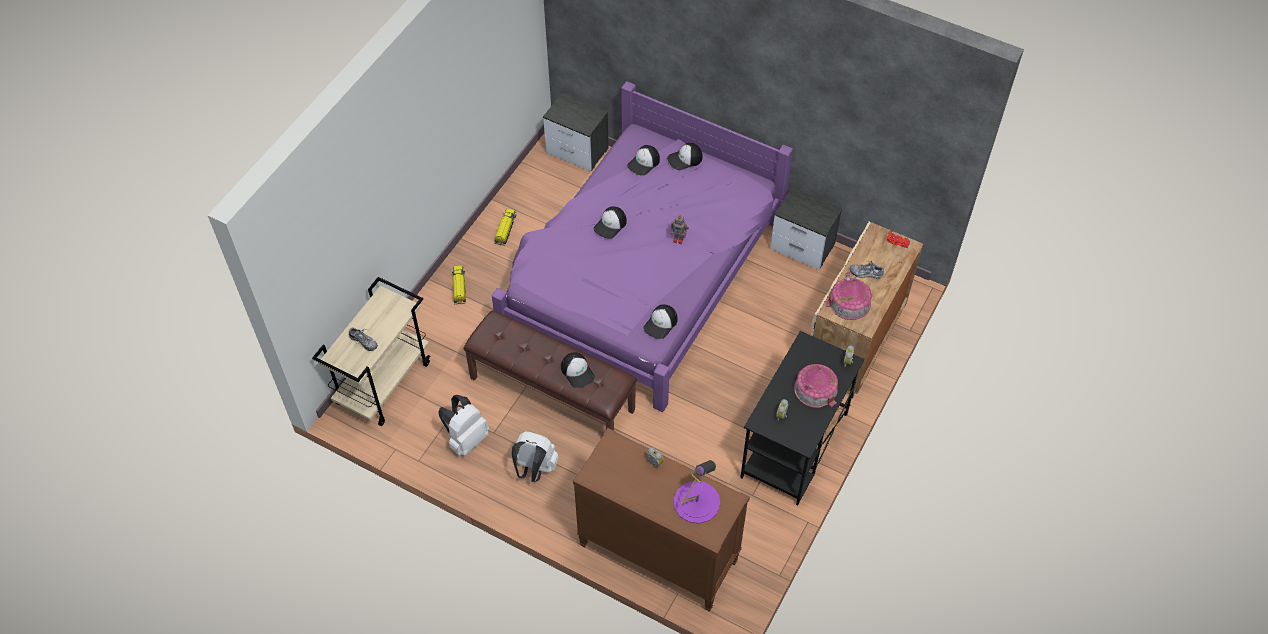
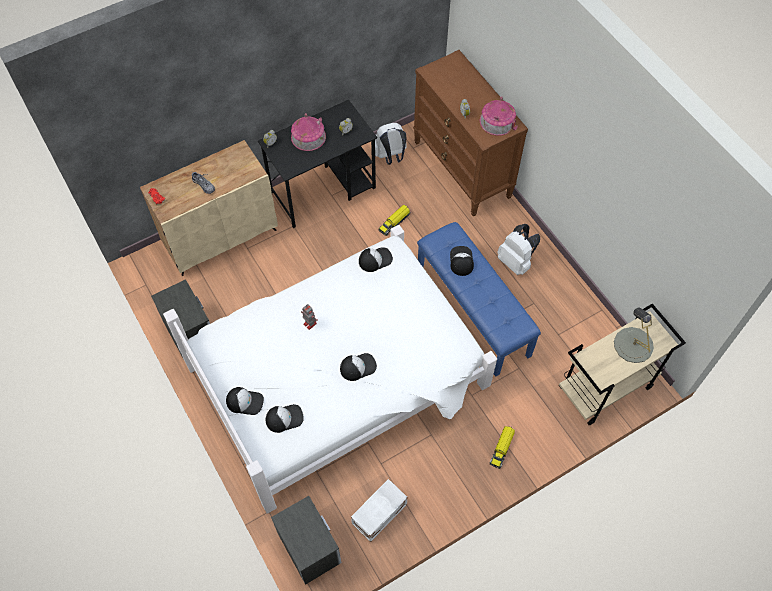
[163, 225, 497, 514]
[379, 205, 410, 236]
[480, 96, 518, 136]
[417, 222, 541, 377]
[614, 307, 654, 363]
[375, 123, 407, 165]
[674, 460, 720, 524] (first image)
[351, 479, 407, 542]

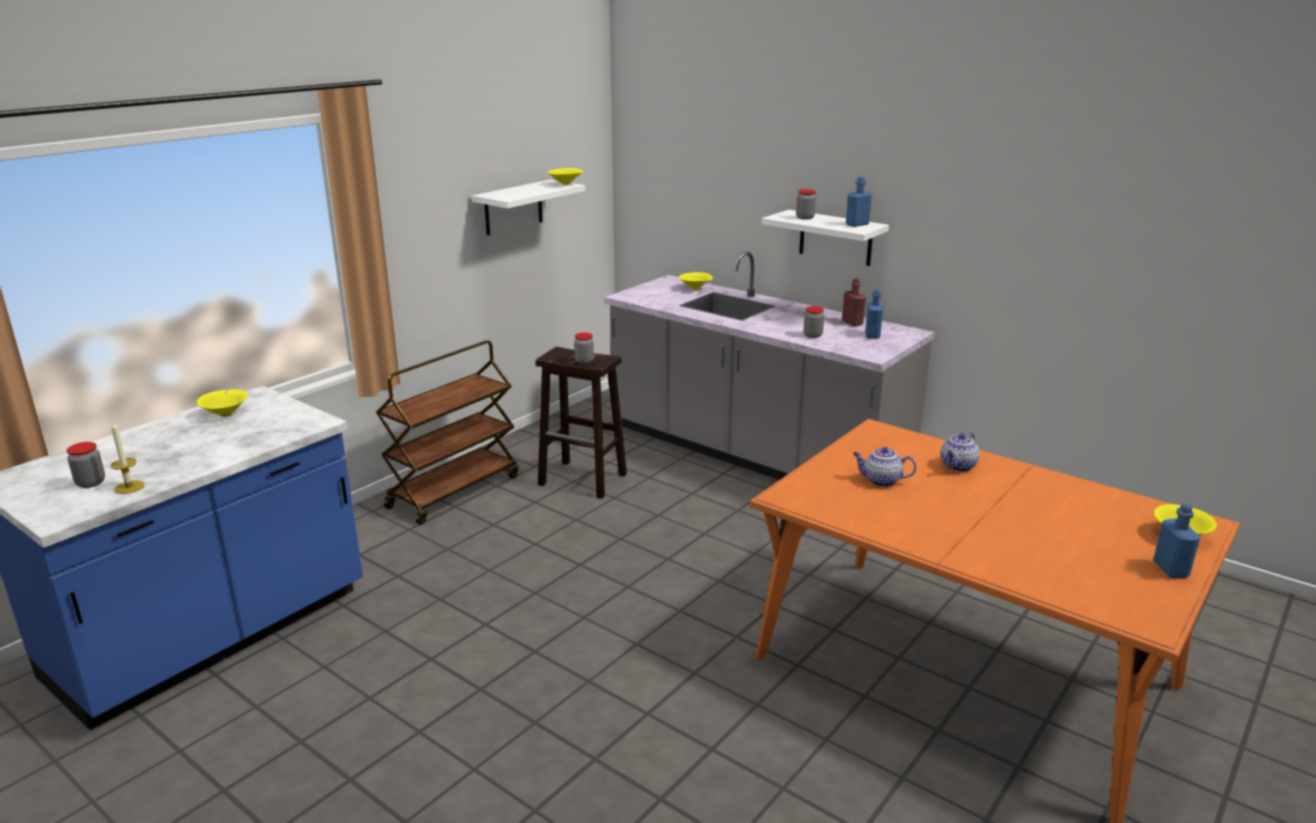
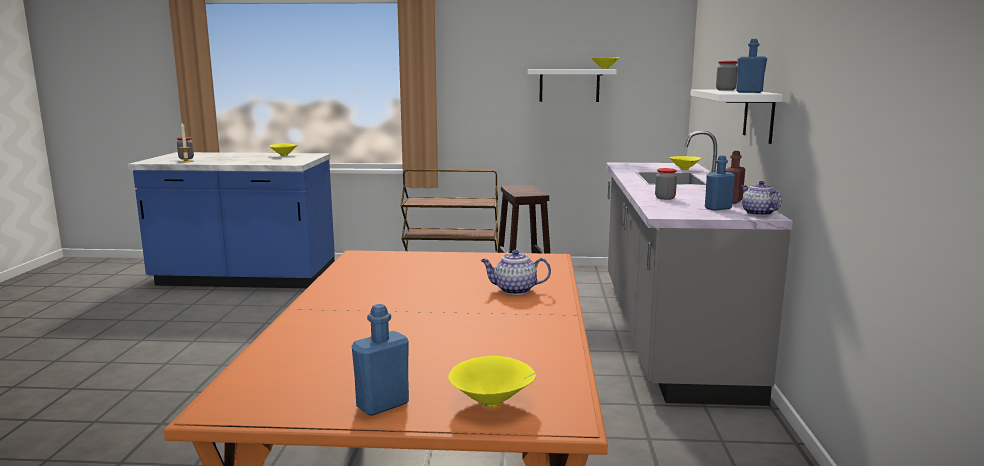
[574, 333, 594, 364] (first image)
[741, 181, 782, 216]

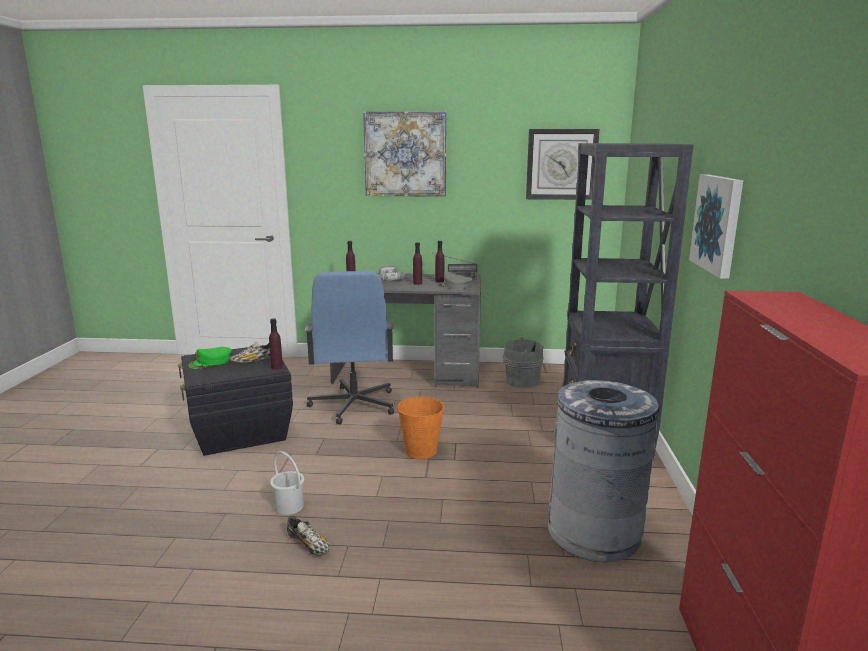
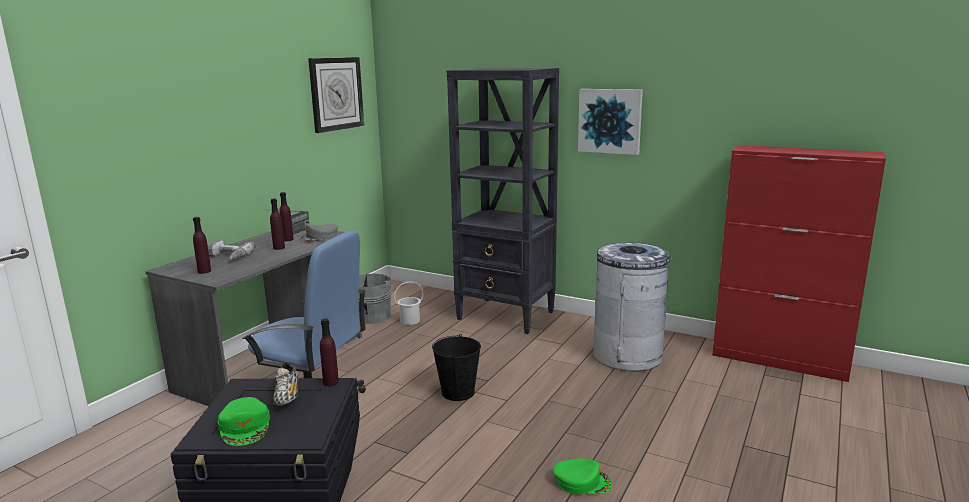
[363, 111, 447, 197] (first image)
[432, 334, 481, 401]
[394, 281, 423, 325]
[553, 458, 612, 494]

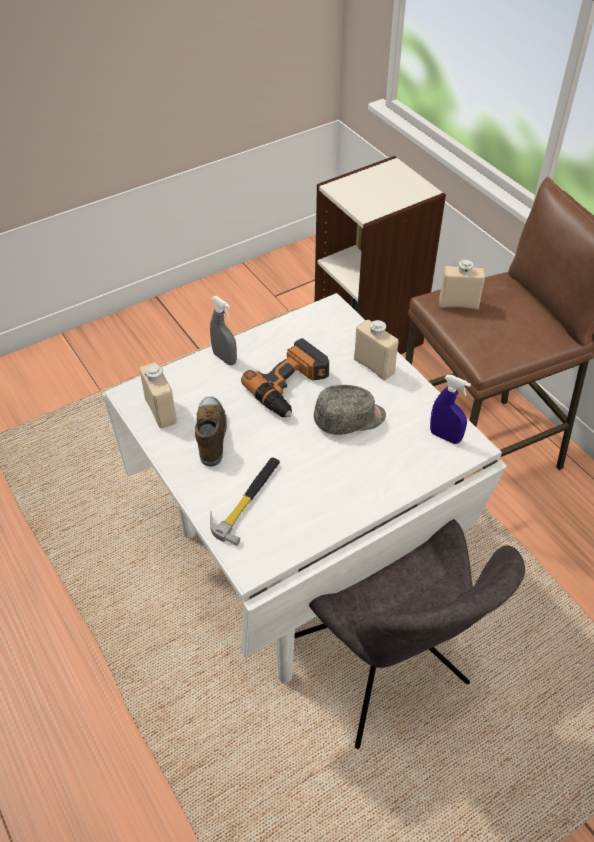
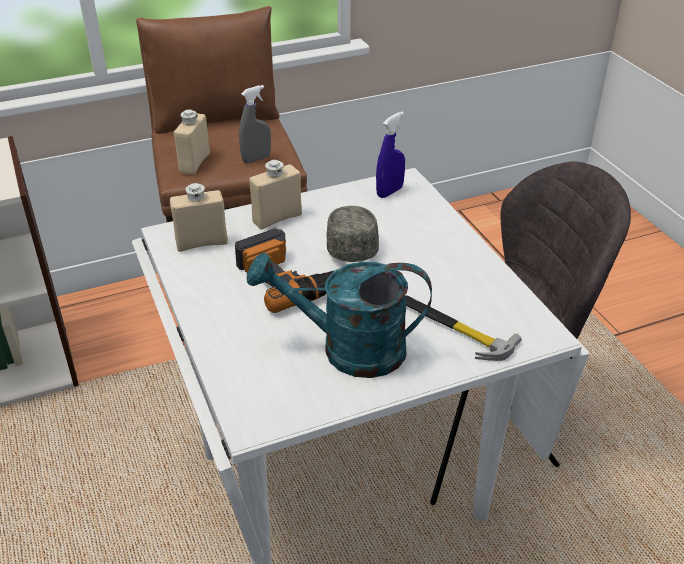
[239, 85, 271, 163]
[170, 183, 228, 252]
[247, 252, 432, 378]

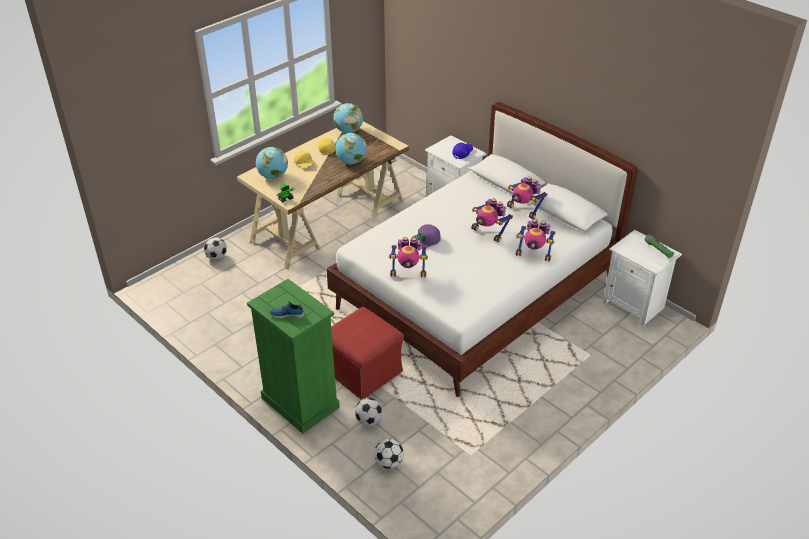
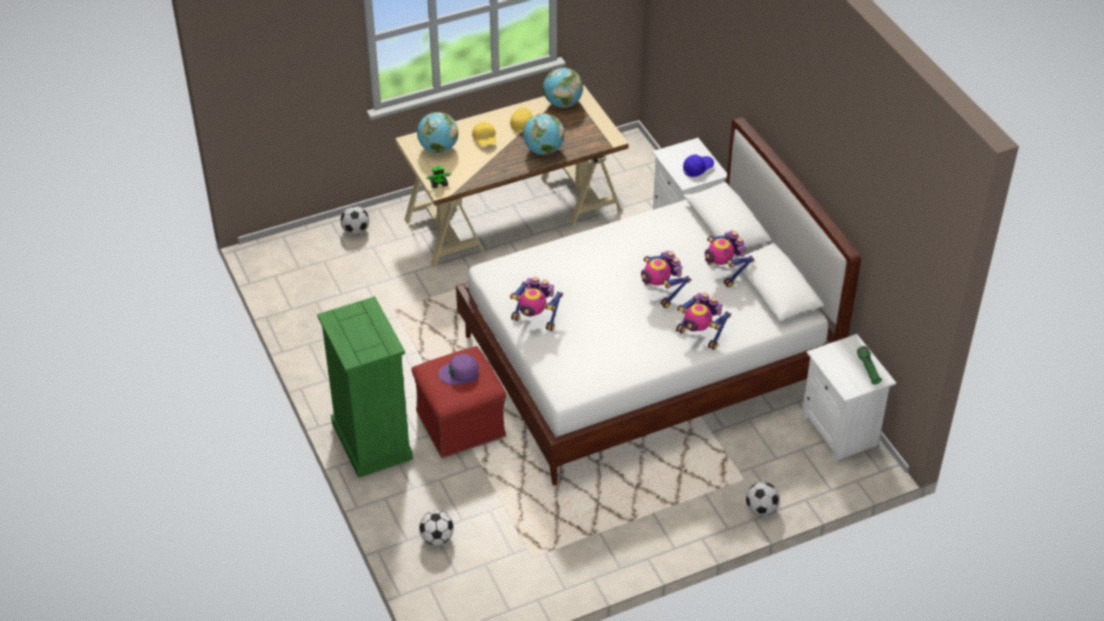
[439, 354, 479, 385]
[270, 301, 305, 318] (first image)
[746, 482, 780, 516]

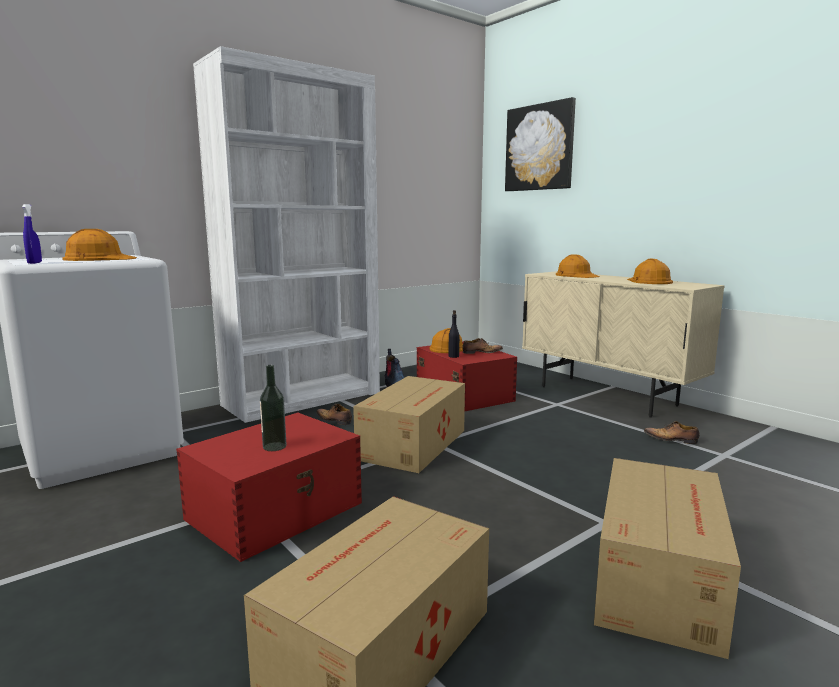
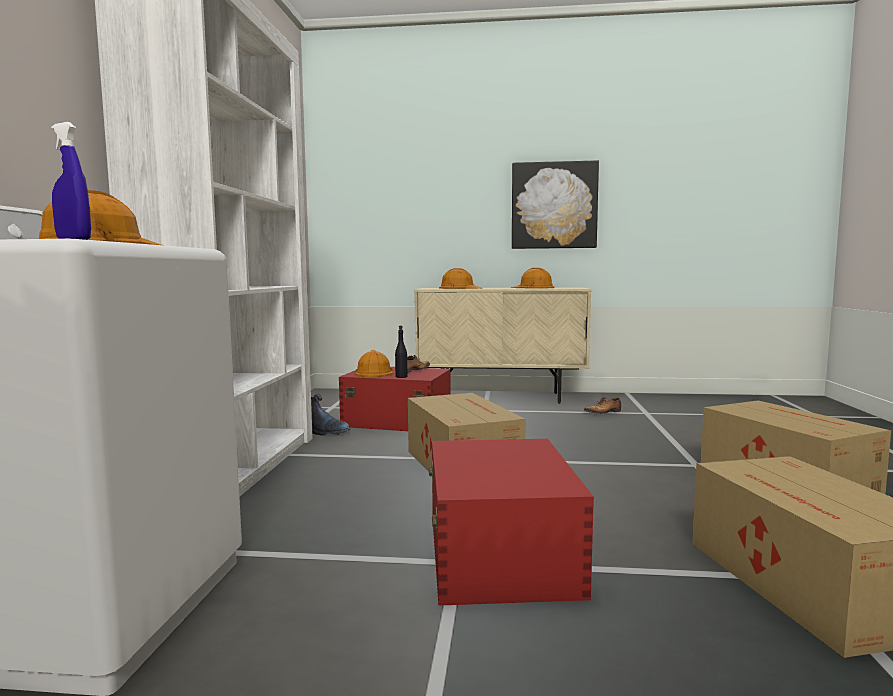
[512, 160, 599, 249]
[260, 365, 287, 451] (first image)
[316, 404, 352, 425] (first image)

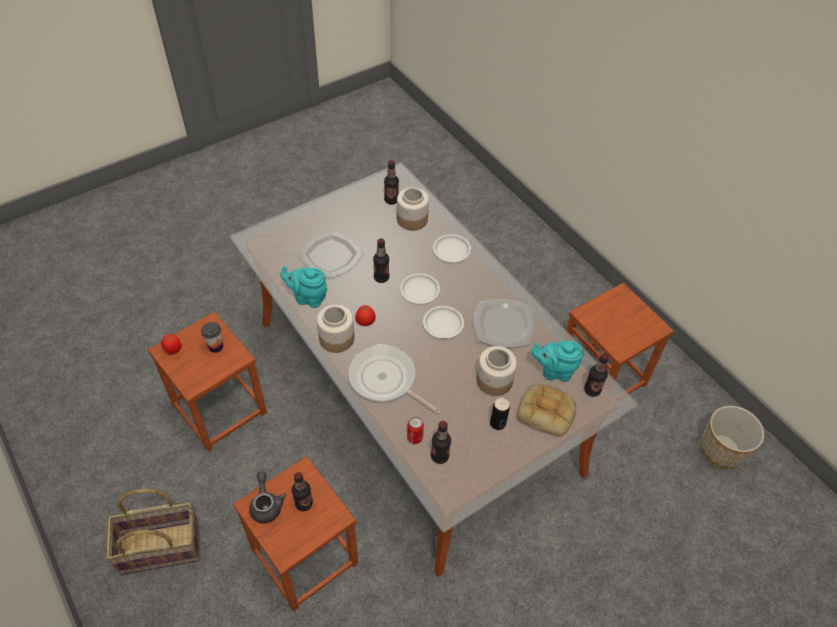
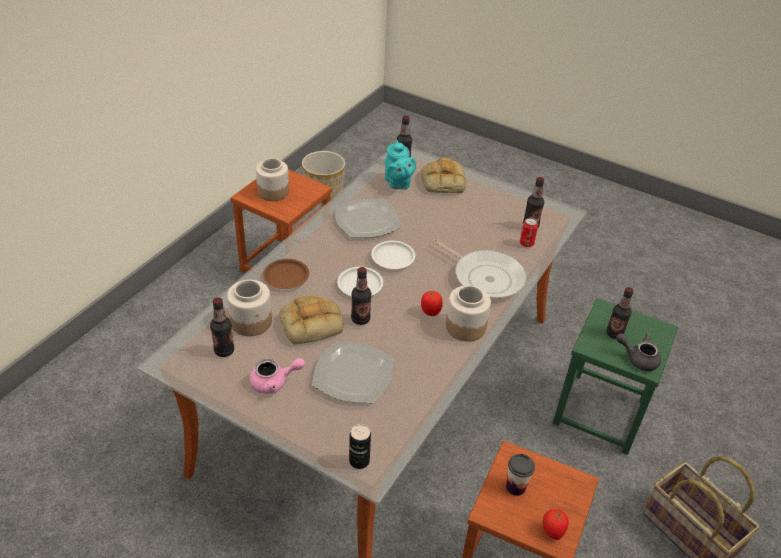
[263, 259, 309, 289]
[280, 266, 328, 308] (first image)
[432, 239, 527, 299]
[256, 158, 289, 201]
[349, 424, 371, 469]
[553, 298, 678, 455]
[616, 333, 661, 371]
[279, 296, 343, 344]
[249, 358, 305, 394]

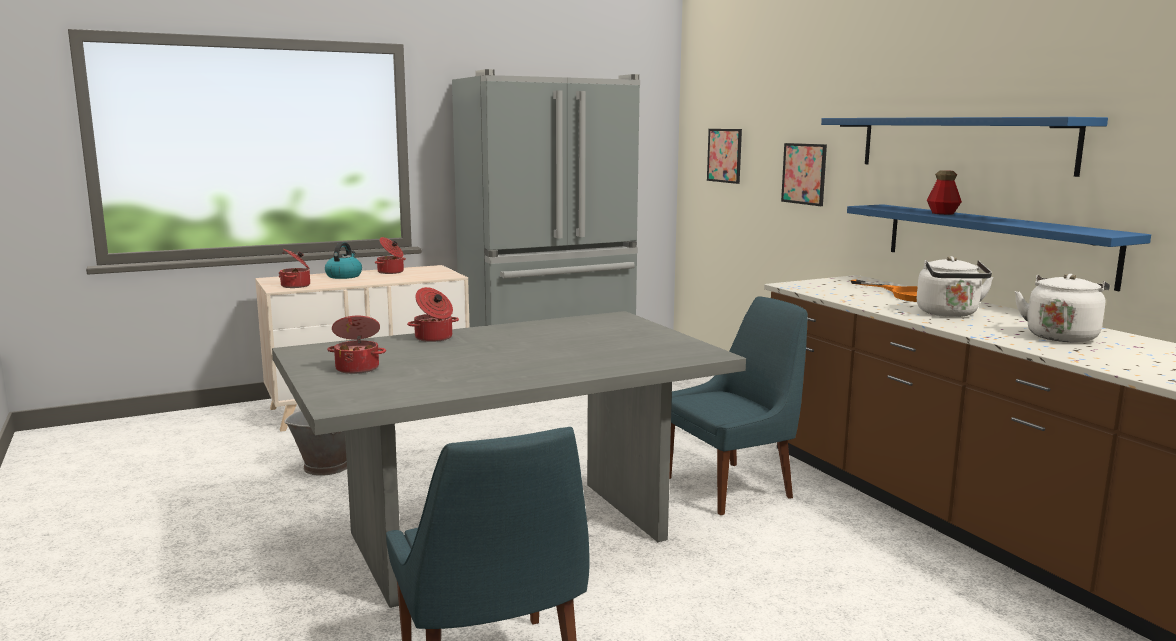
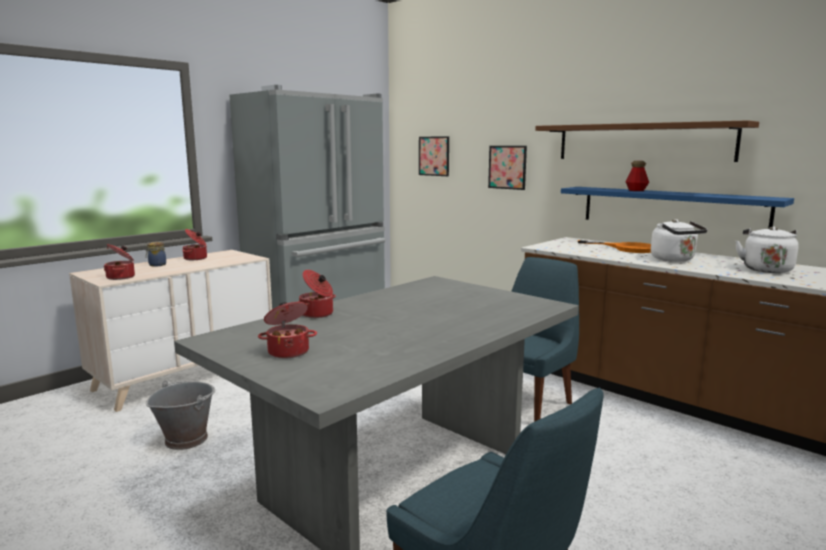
[535, 120, 759, 162]
[145, 242, 166, 267]

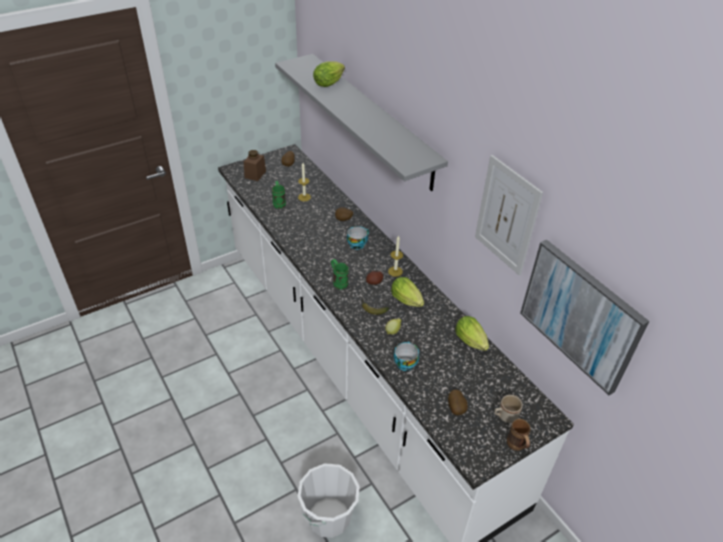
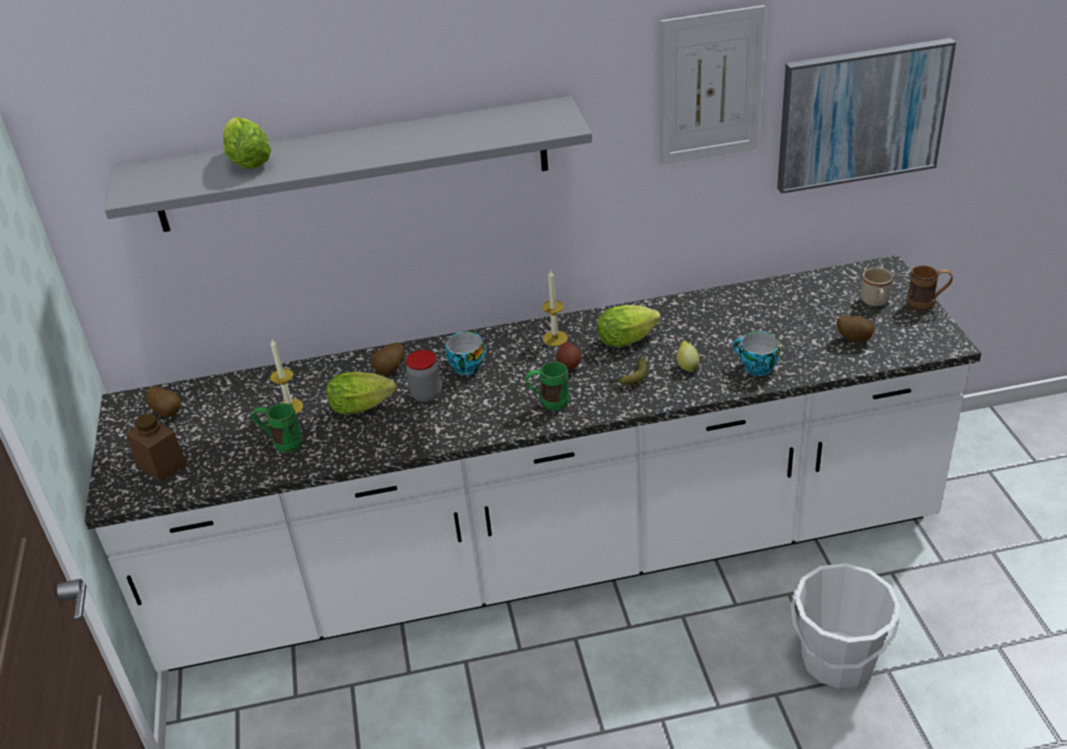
[326, 371, 396, 415]
[406, 350, 442, 402]

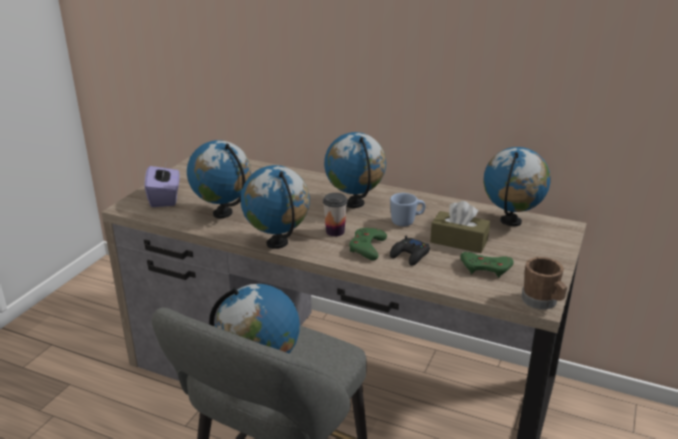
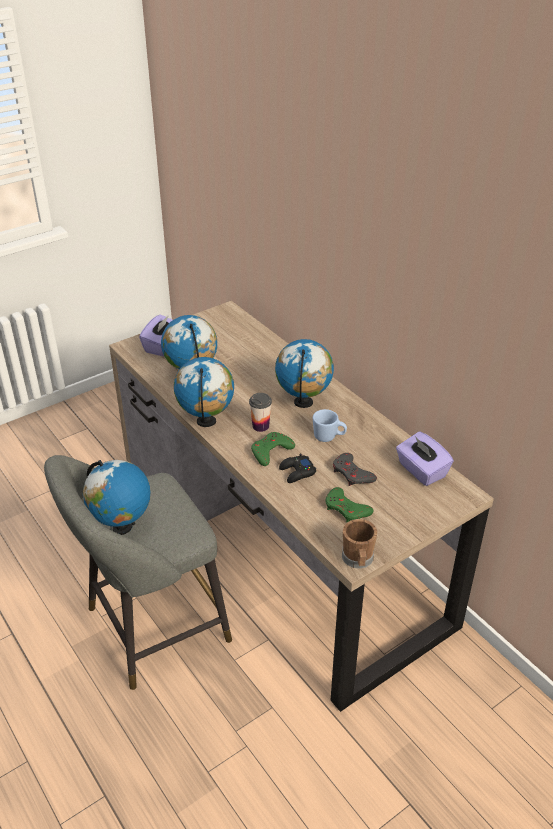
[396, 432, 454, 486]
[333, 453, 377, 486]

